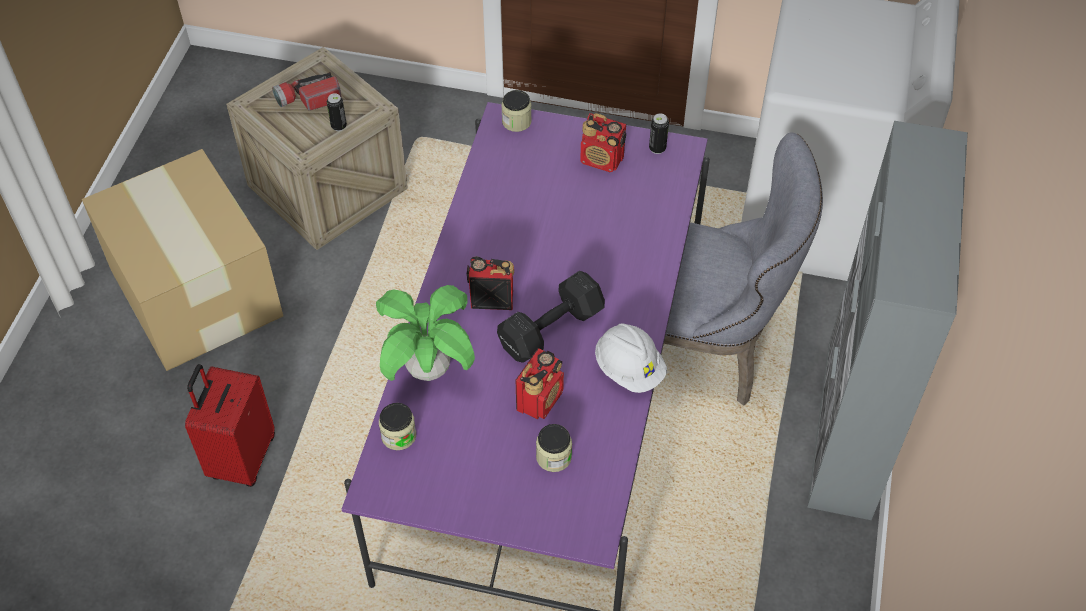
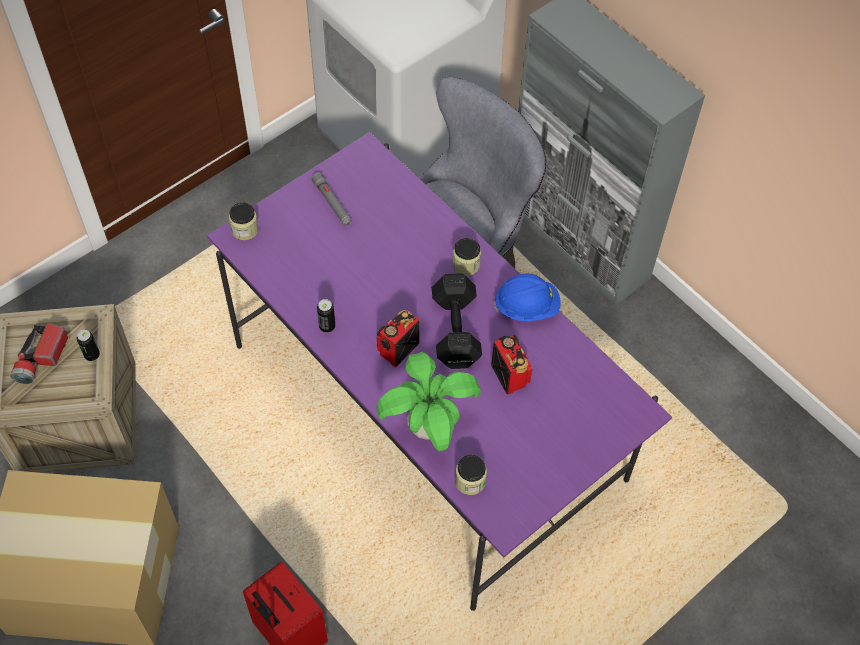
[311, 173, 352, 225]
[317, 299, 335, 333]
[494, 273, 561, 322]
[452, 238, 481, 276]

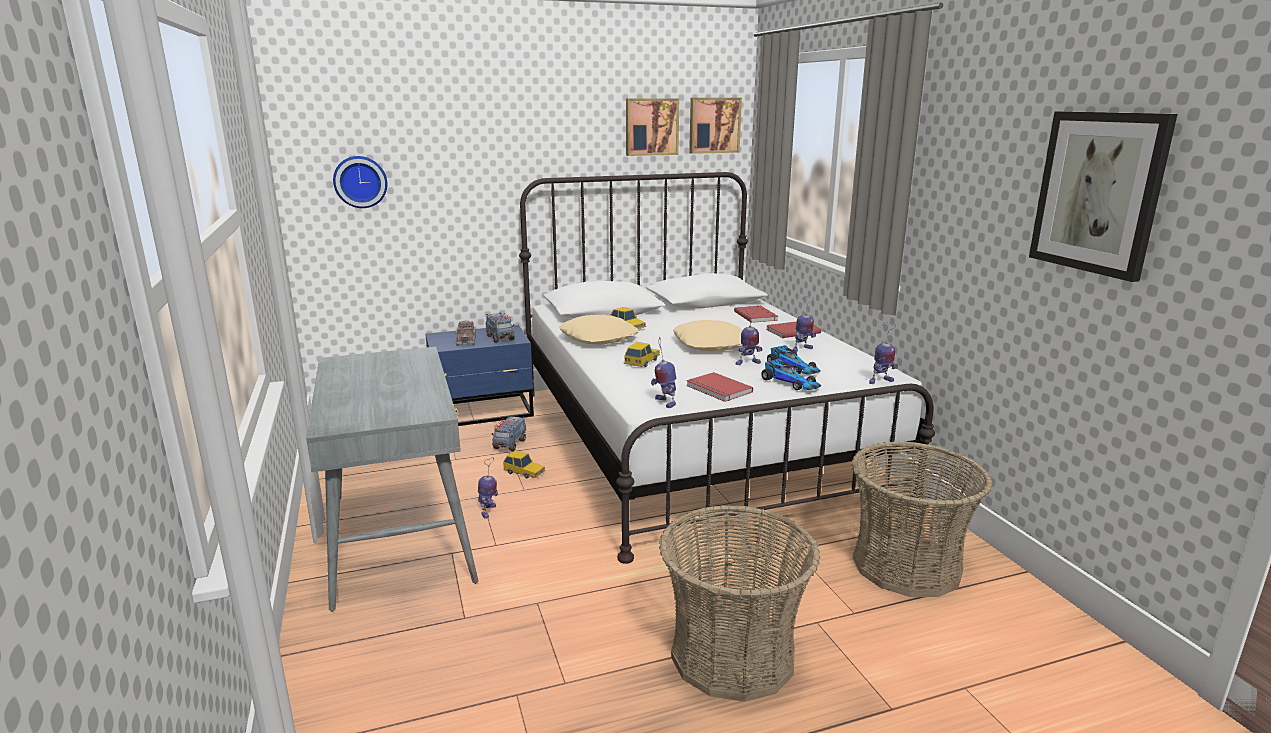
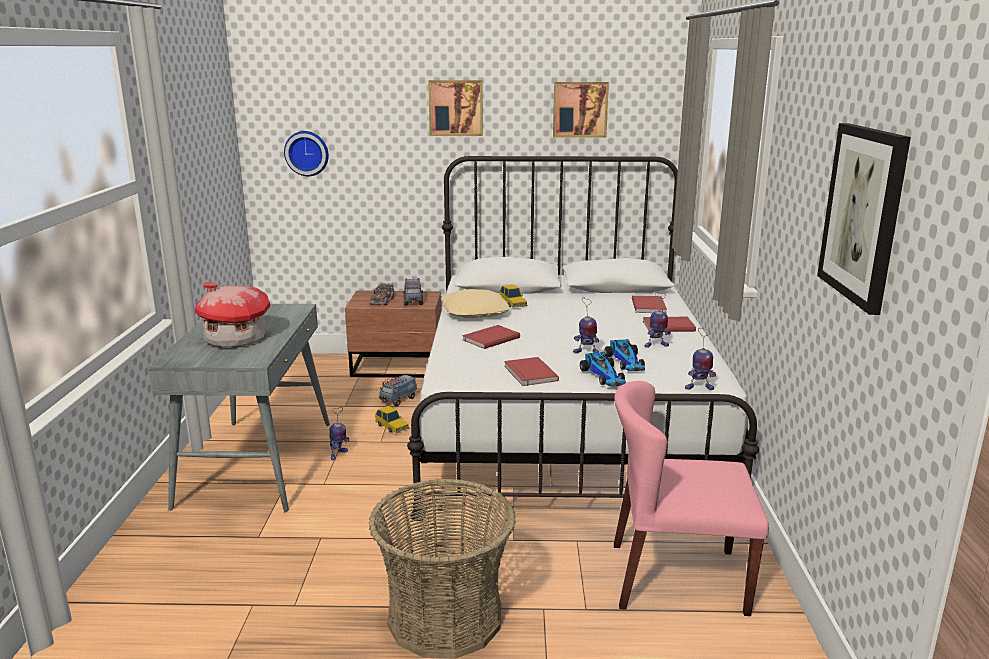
[428, 80, 483, 136]
[673, 320, 742, 351] (first image)
[345, 291, 441, 378]
[651, 337, 677, 408] (first image)
[462, 325, 520, 349]
[614, 381, 769, 616]
[195, 282, 270, 347]

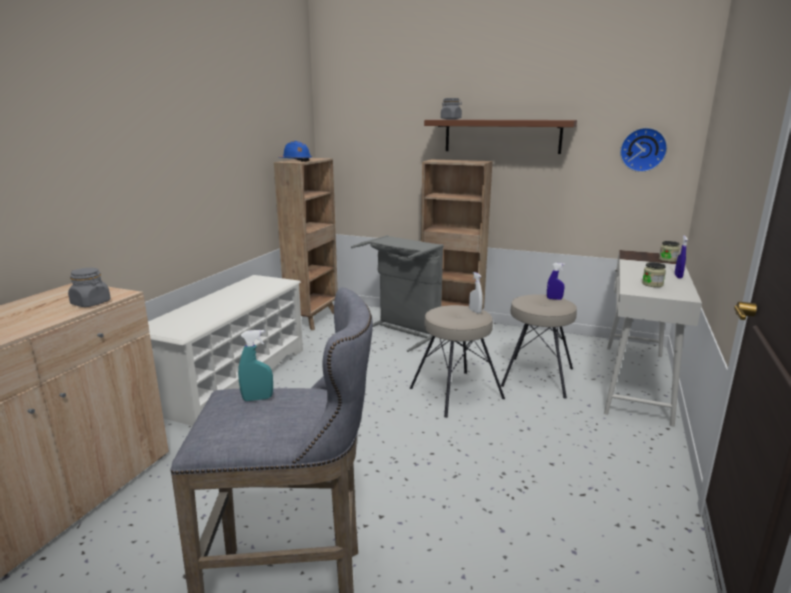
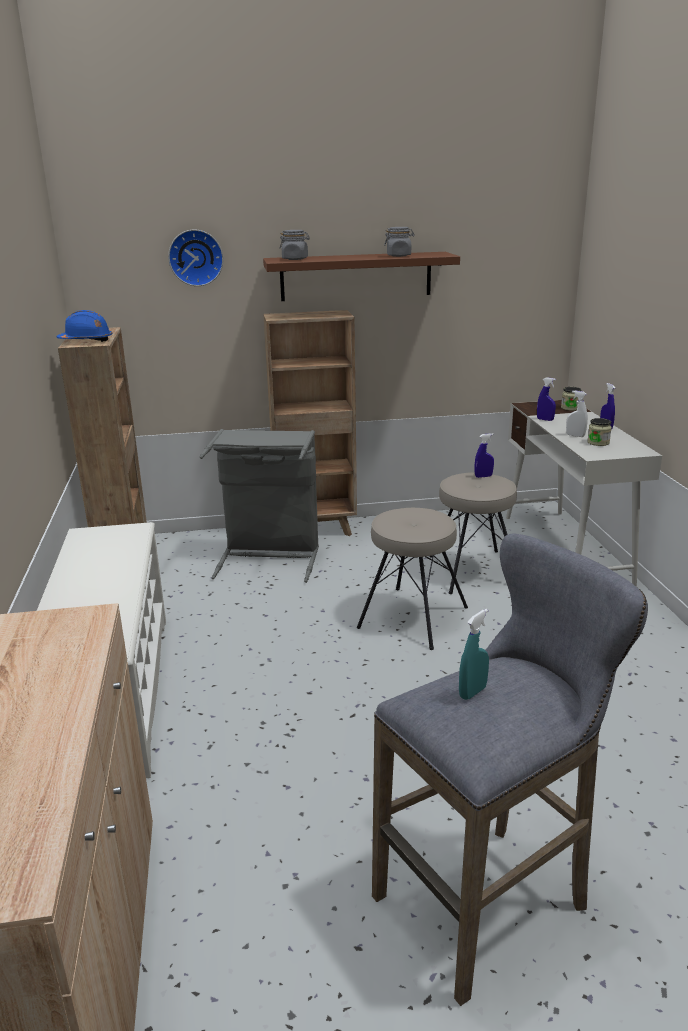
[168, 229, 224, 286]
[384, 227, 415, 257]
[566, 391, 588, 437]
[537, 377, 556, 421]

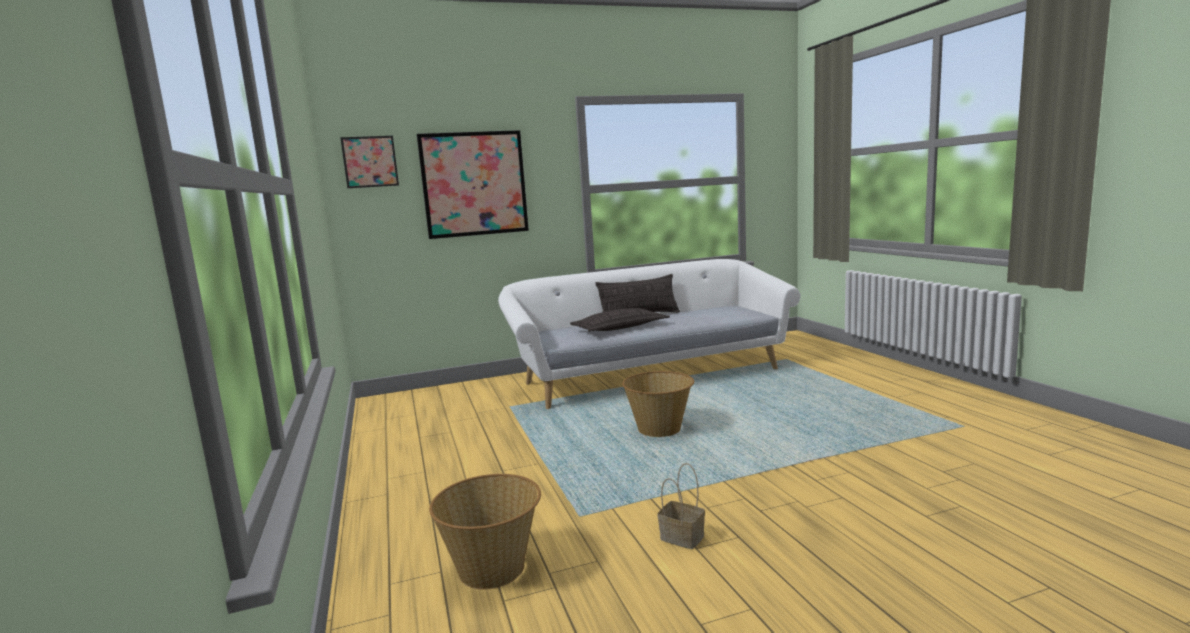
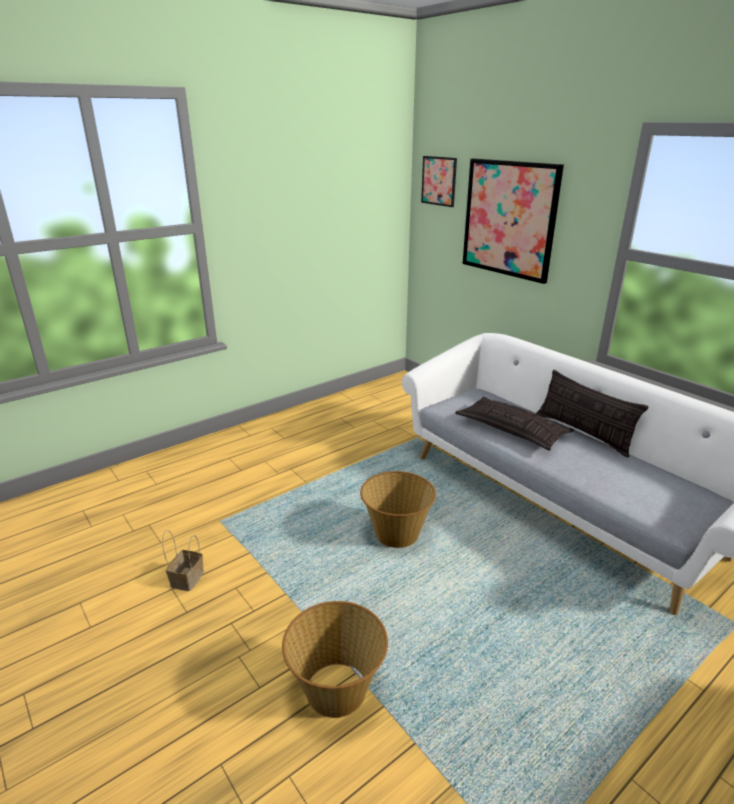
[282, 601, 388, 718]

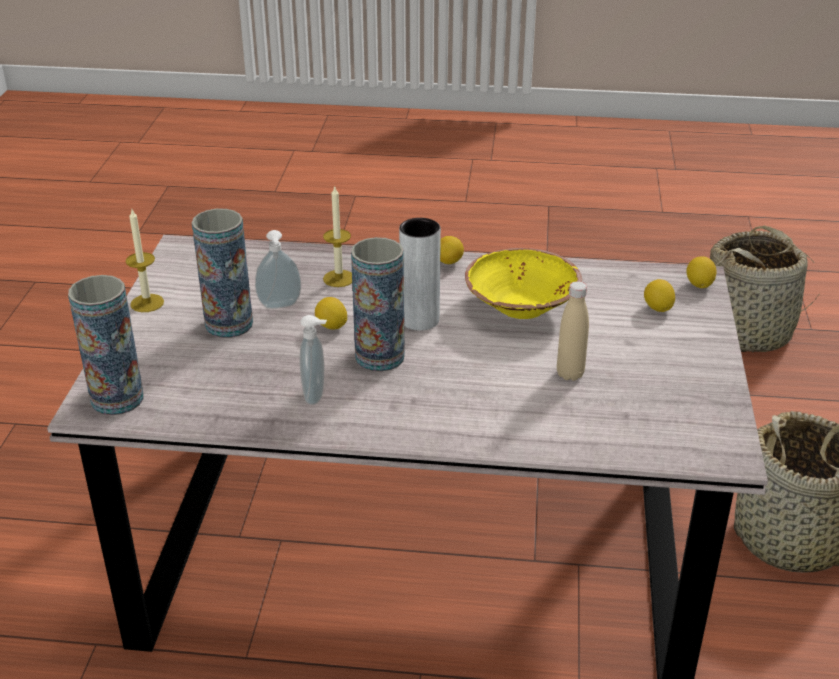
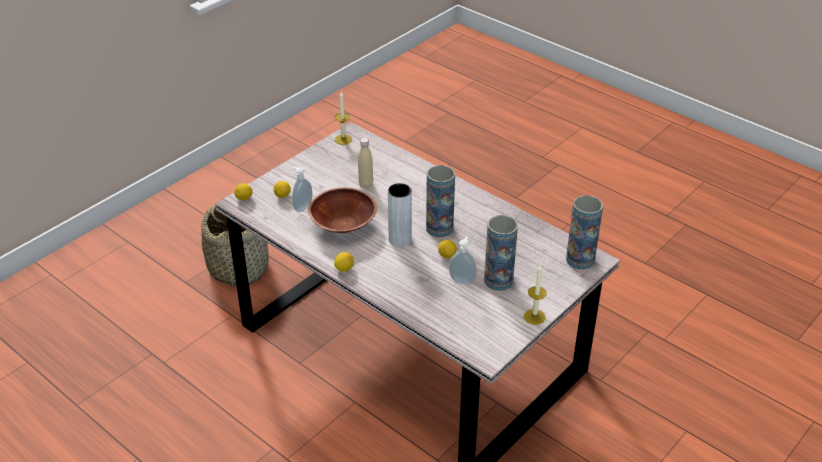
[335, 92, 352, 145]
[710, 226, 820, 352] (first image)
[308, 188, 377, 233]
[292, 167, 313, 212]

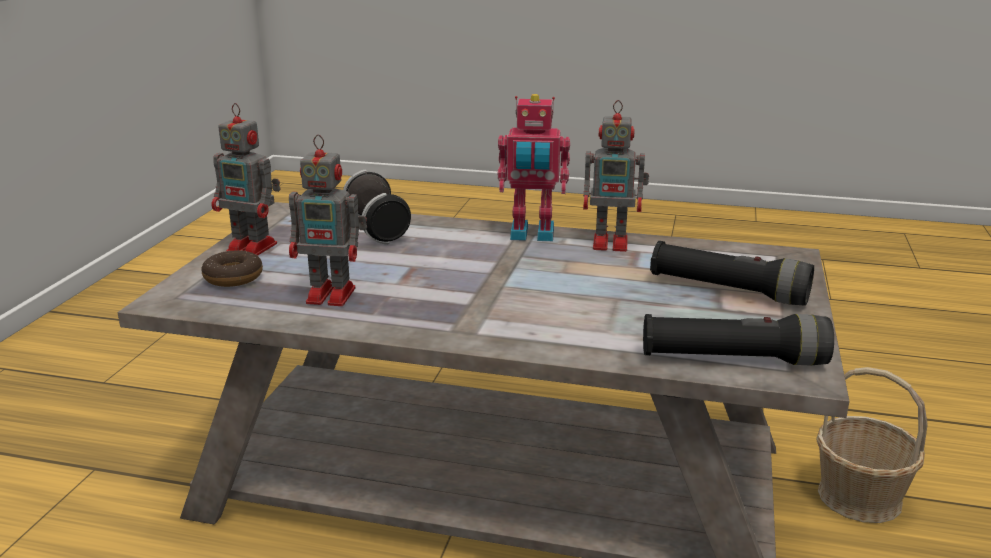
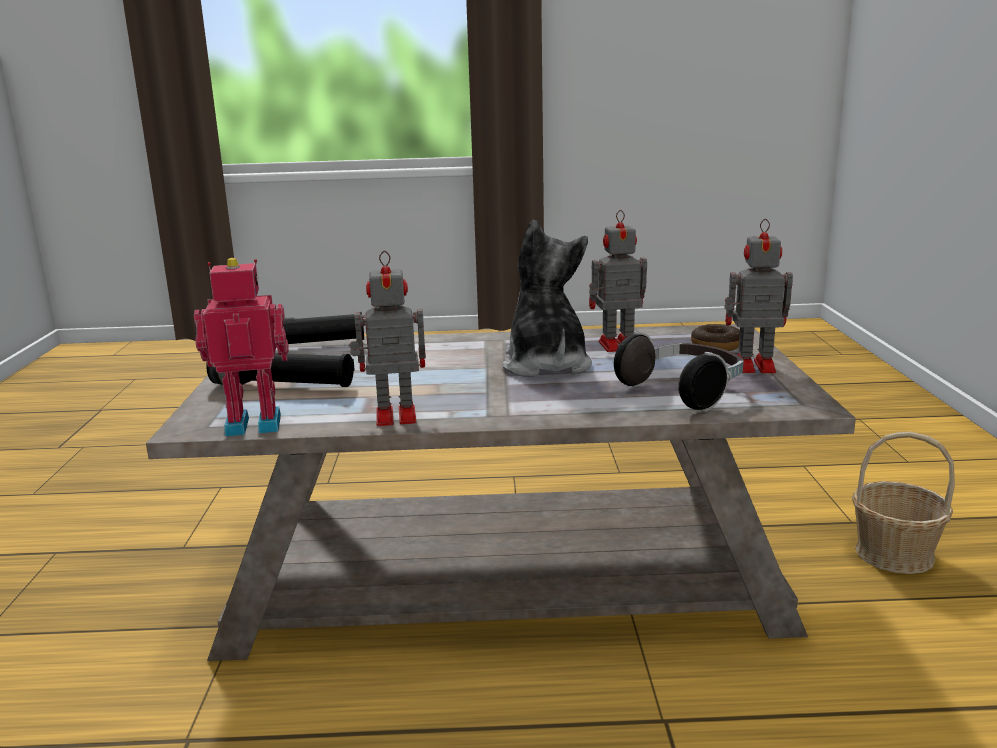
[194, 258, 289, 437]
[852, 431, 955, 574]
[502, 220, 592, 377]

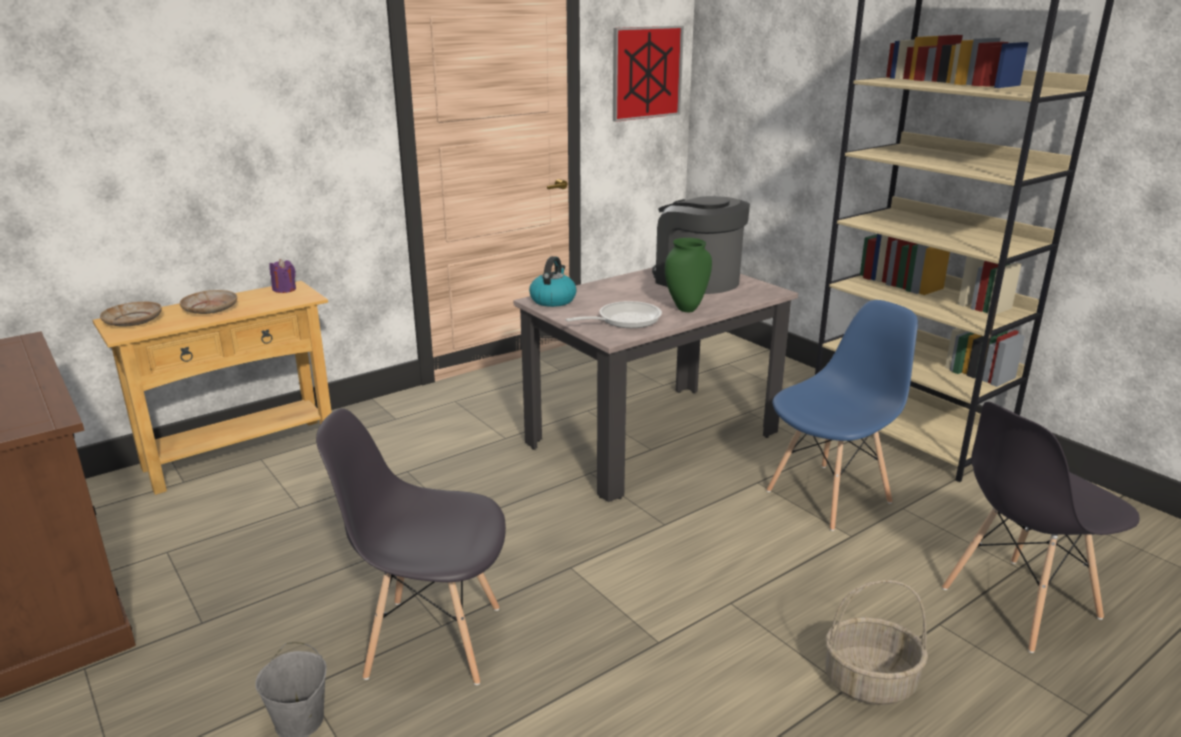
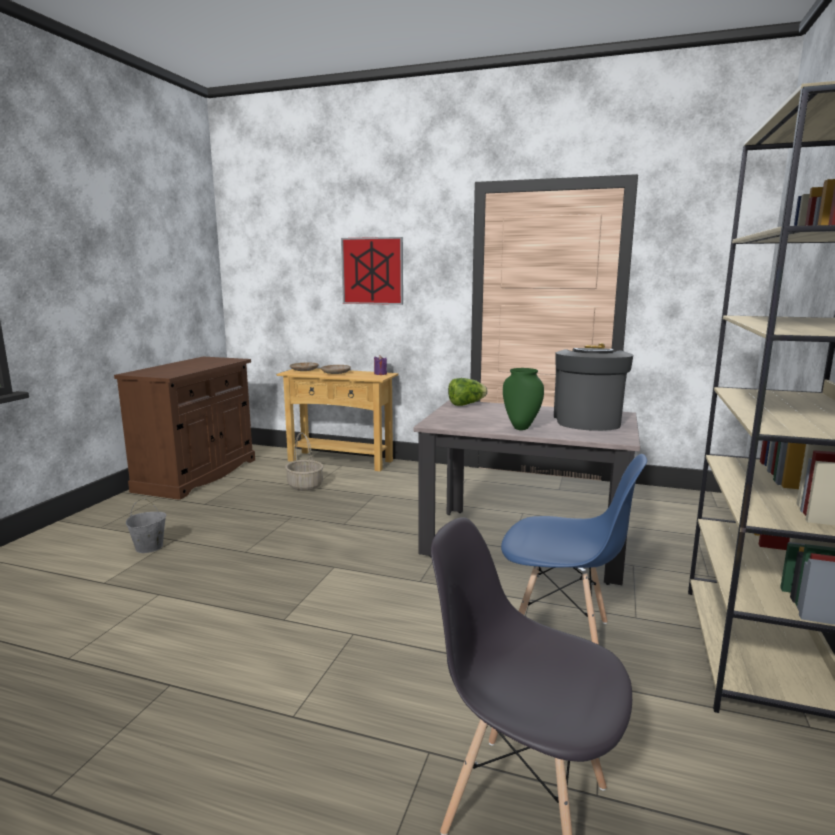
[341, 237, 403, 305]
[448, 378, 488, 406]
[565, 301, 662, 328] (first image)
[316, 408, 506, 685] (first image)
[285, 432, 323, 491]

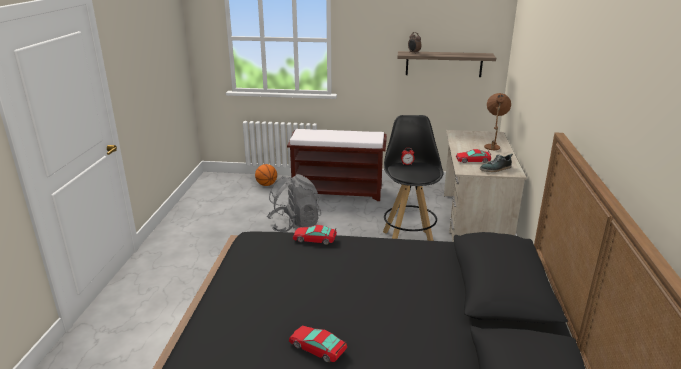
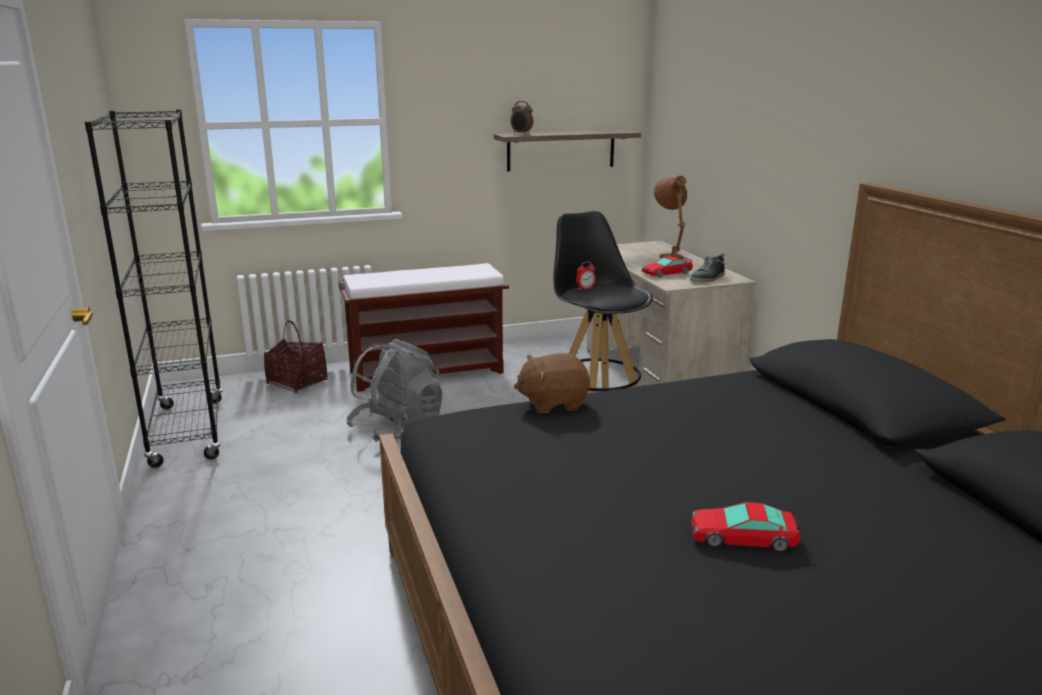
[264, 321, 328, 393]
[514, 353, 590, 413]
[85, 110, 223, 468]

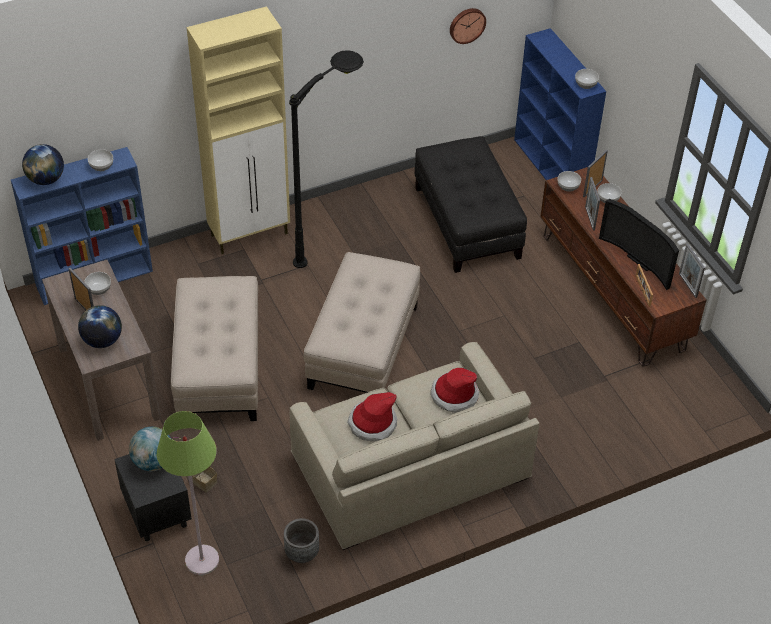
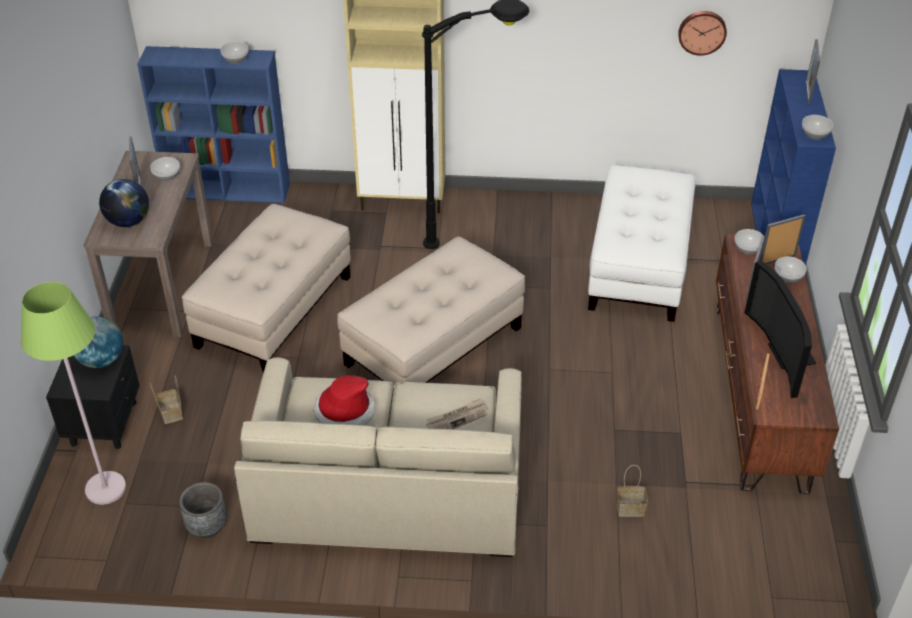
[588, 165, 696, 322]
[22, 144, 64, 185] (first image)
[806, 39, 820, 103]
[426, 398, 488, 429]
[617, 465, 648, 517]

